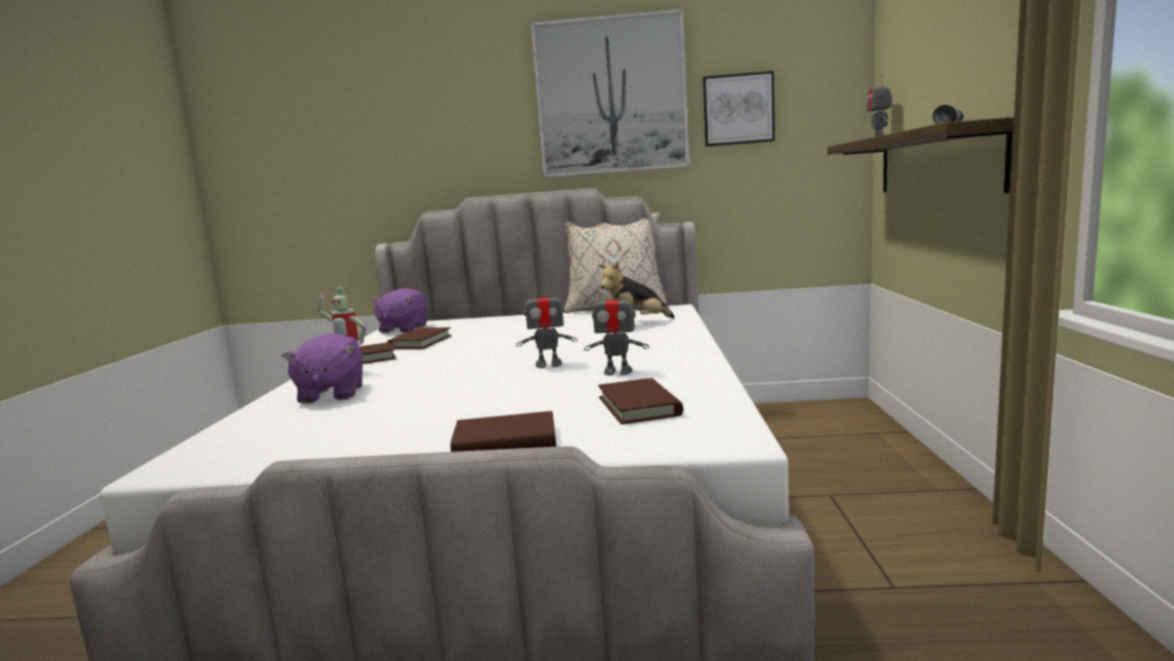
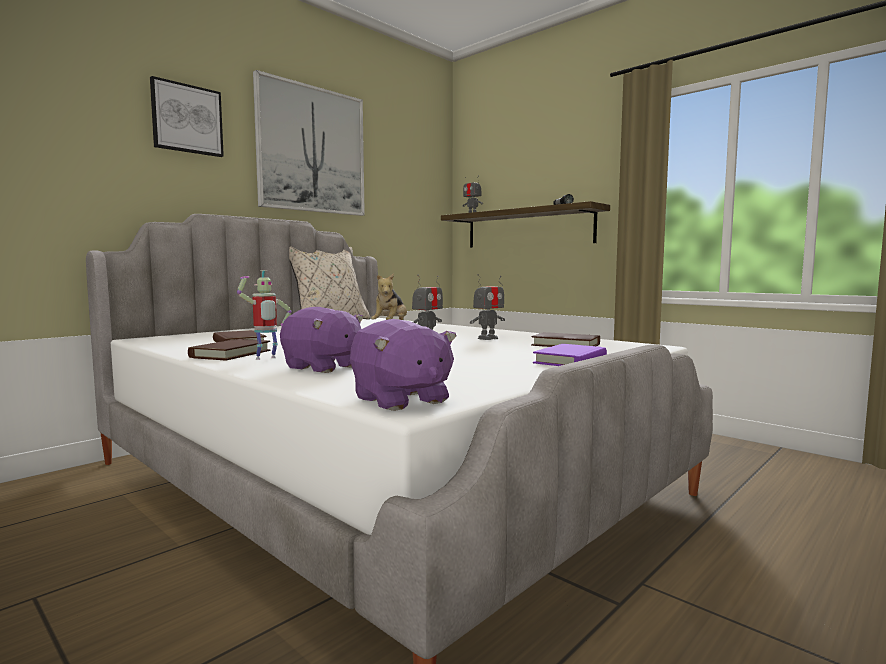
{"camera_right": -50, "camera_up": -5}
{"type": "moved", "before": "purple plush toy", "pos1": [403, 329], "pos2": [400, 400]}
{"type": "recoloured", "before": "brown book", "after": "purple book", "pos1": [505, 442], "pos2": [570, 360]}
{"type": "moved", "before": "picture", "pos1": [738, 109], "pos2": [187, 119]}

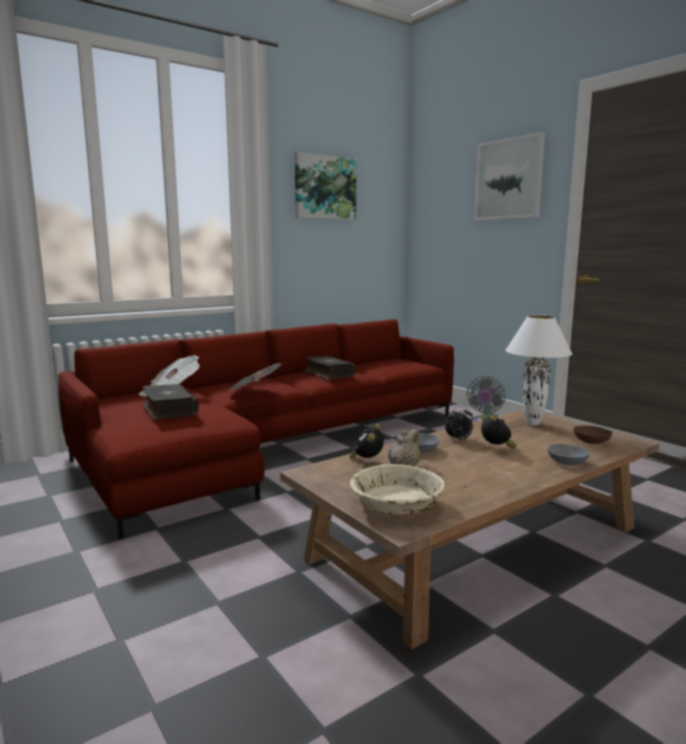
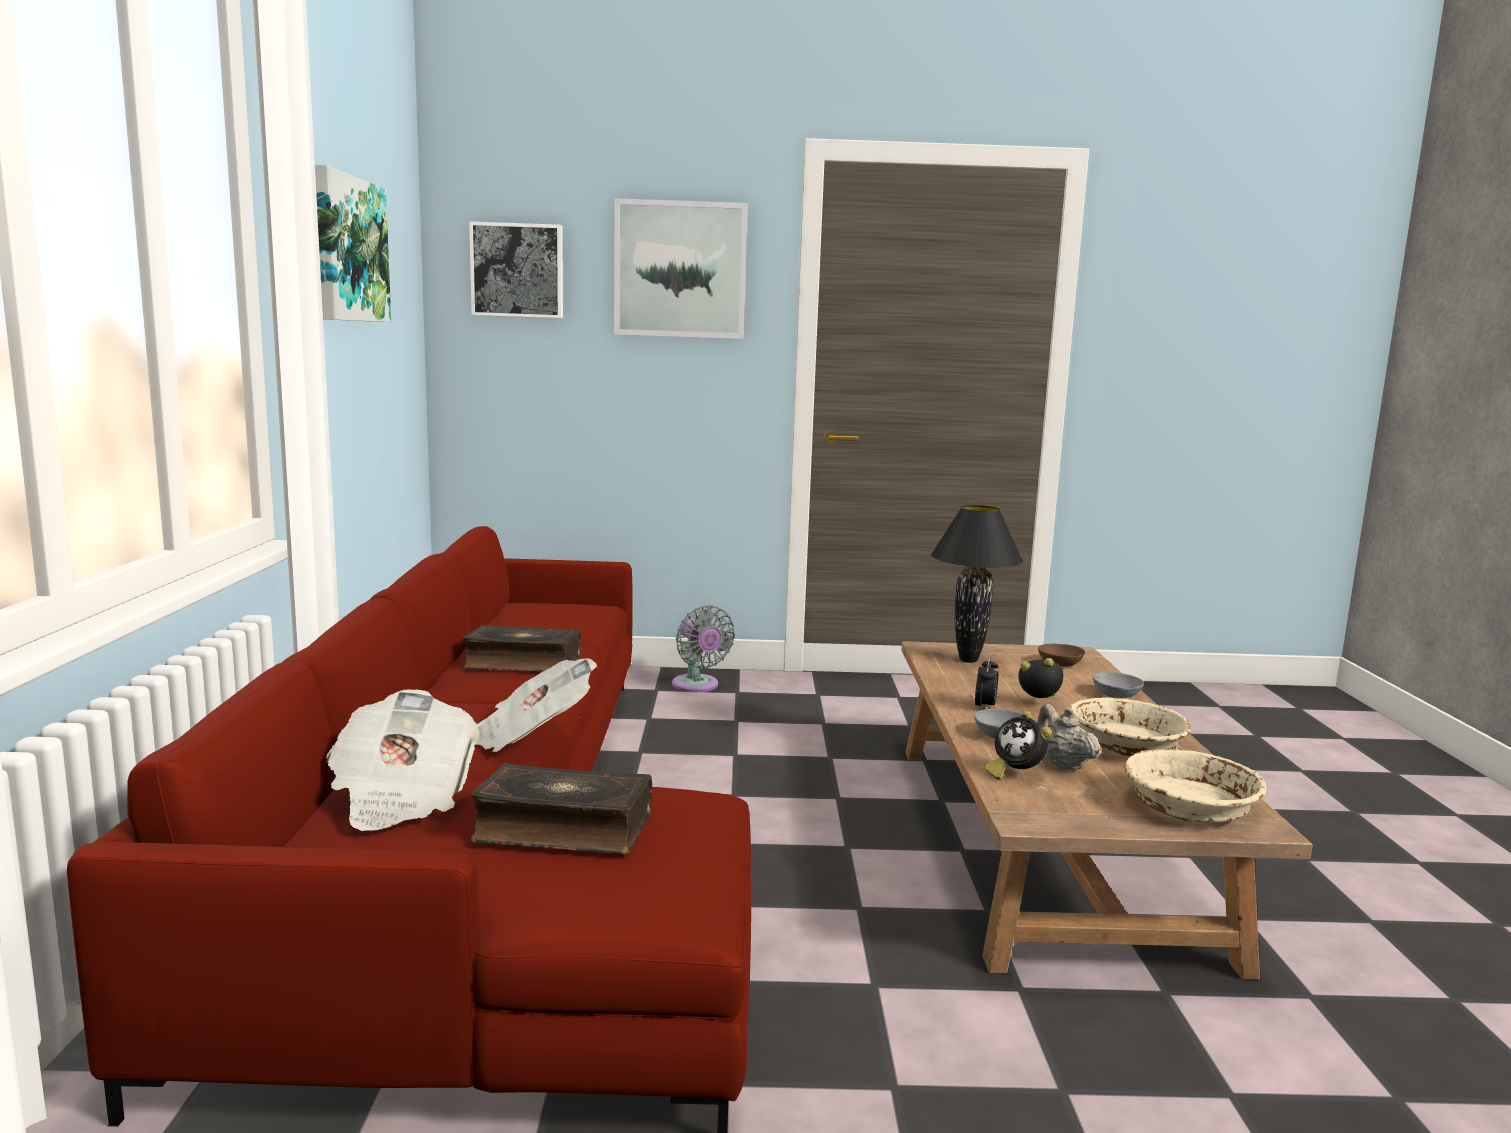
{"camera_right": -55, "camera_up": 0}
{"type": "recoloured", "before": "white table lamp", "after": "black table lamp", "pos1": [533, 423], "pos2": [968, 660]}
{"type": "added", "after": "picture", "pos2": [517, 270]}
{"type": "added", "after": "beige bowl", "pos2": [1127, 746]}

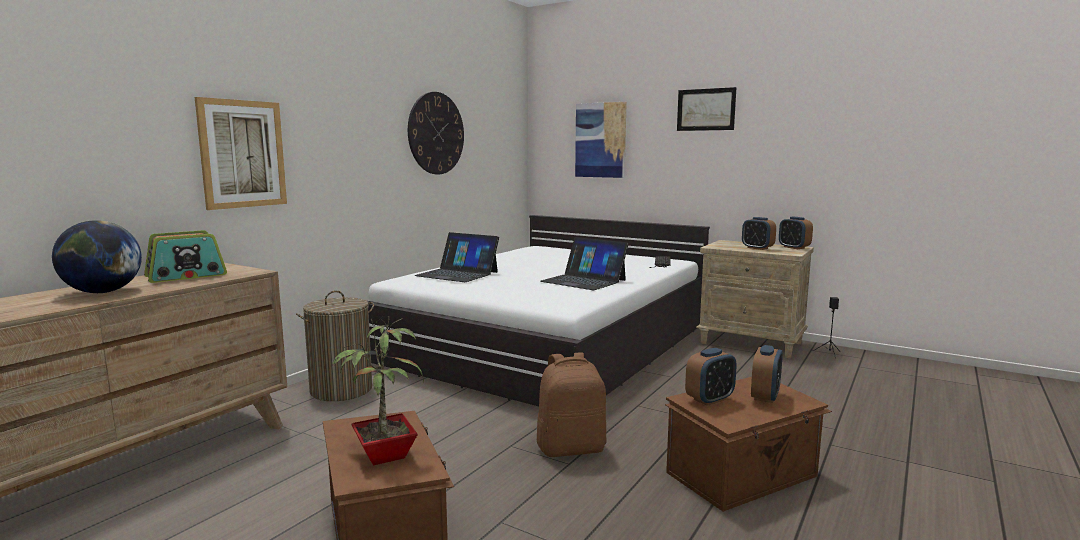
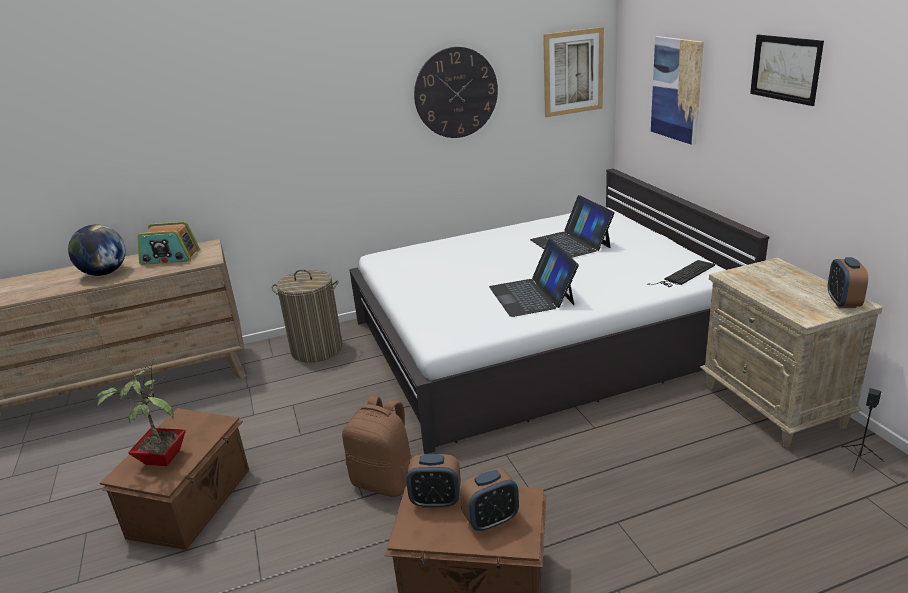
{"camera_right": 40, "camera_up": 15}
{"type": "moved", "before": "picture", "pos1": [243, 154], "pos2": [573, 72]}
{"type": "moved", "before": "laptop", "pos1": [457, 274], "pos2": [570, 243]}
{"type": "removed", "before": "alarm clock", "pos1": [757, 248]}

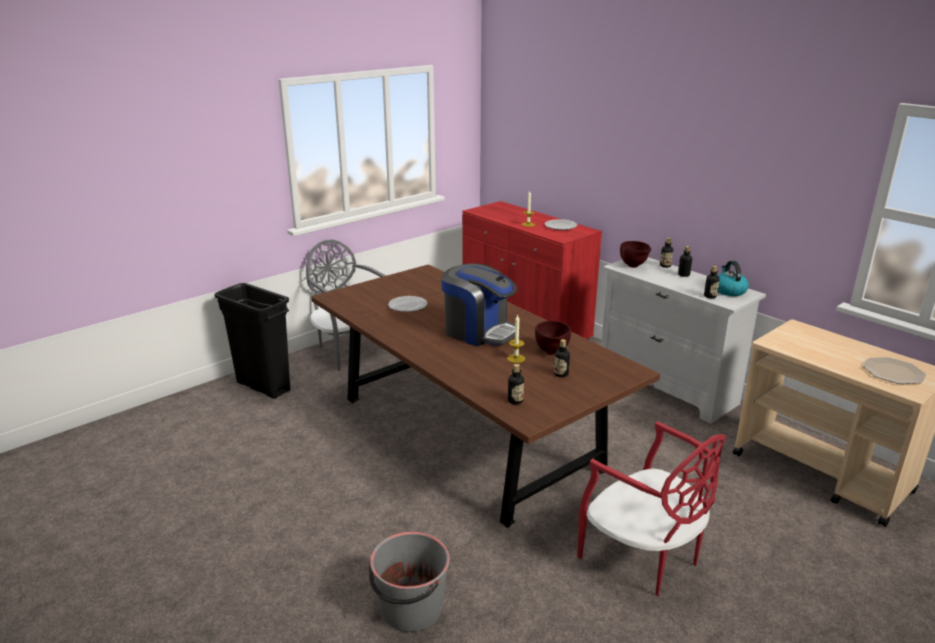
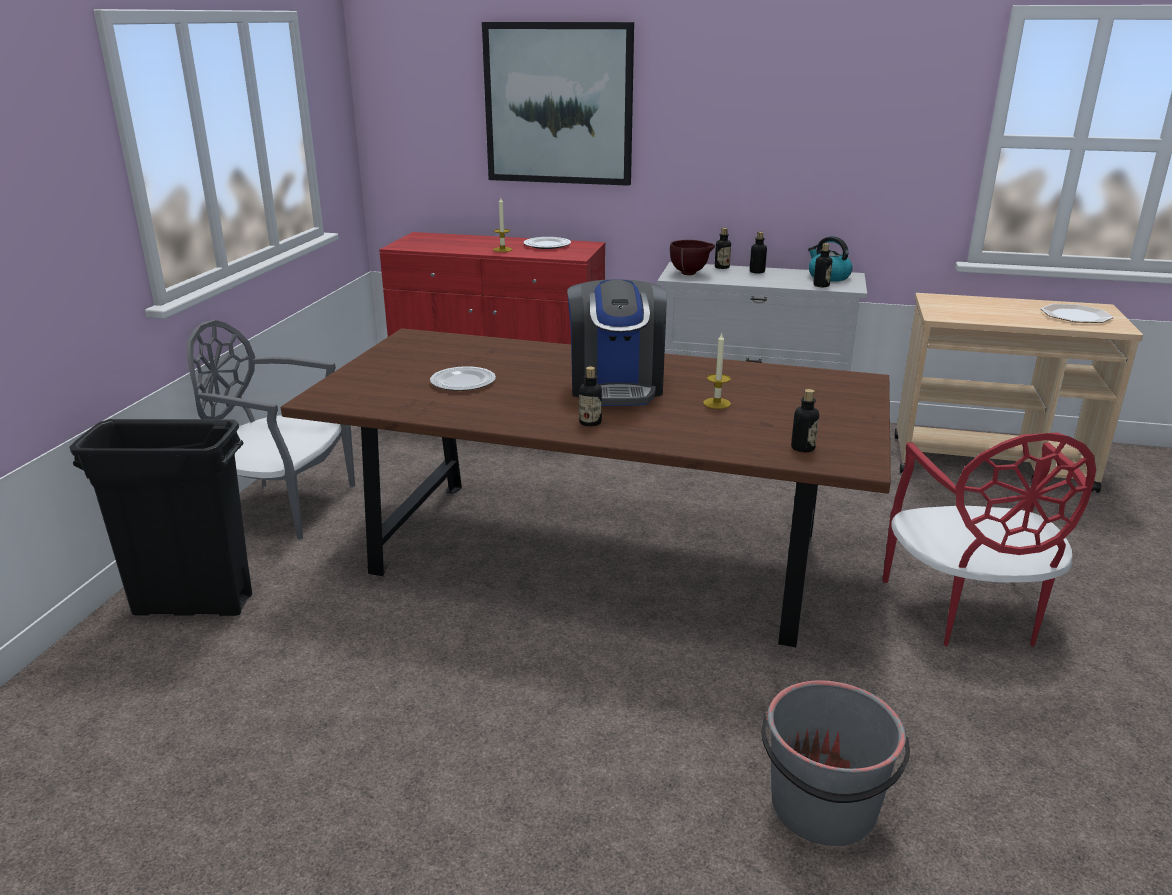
{"camera_right": -35, "camera_up": 0}
{"type": "turned", "before": "coffee machine", "pos1": [479, 331], "pos2": [616, 386], "turn": 90}
{"type": "removed", "before": "brown bowl", "pos1": [551, 353]}
{"type": "moved", "before": "bottle", "pos1": [561, 374], "pos2": [590, 422]}
{"type": "turned", "before": "red chair", "pos1": [643, 557], "pos2": [967, 612], "turn": 75}
{"type": "added", "after": "picture", "pos2": [558, 104]}

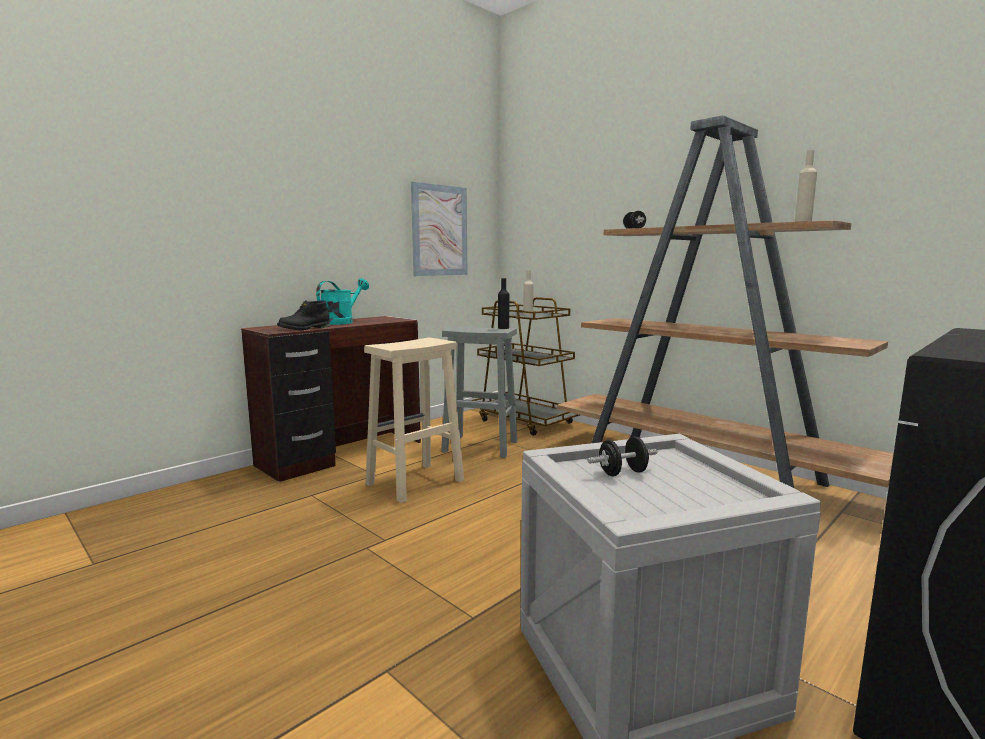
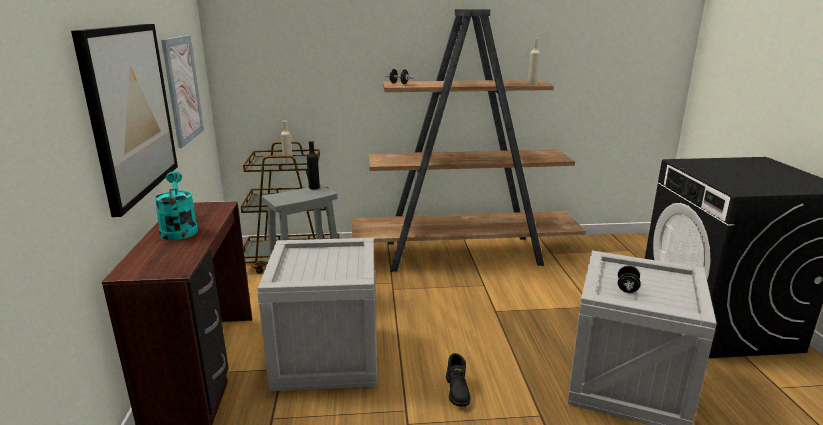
{"camera_right": -50, "camera_up": 10}
{"type": "moved", "before": "black boot", "pos1": [305, 328], "pos2": [458, 391]}
{"type": "replaced", "before": "beige stool", "after": "crate", "pos1": [414, 483], "pos2": [328, 357]}
{"type": "added", "after": "picture", "pos2": [130, 112]}

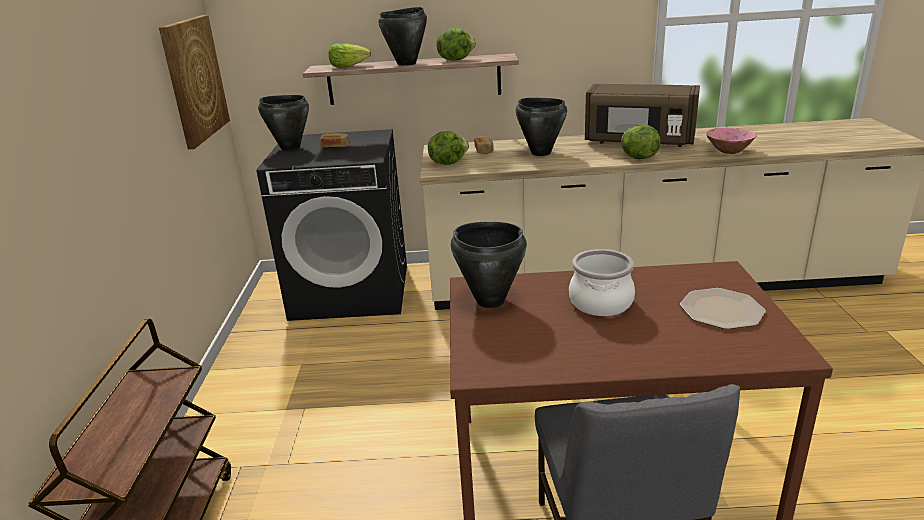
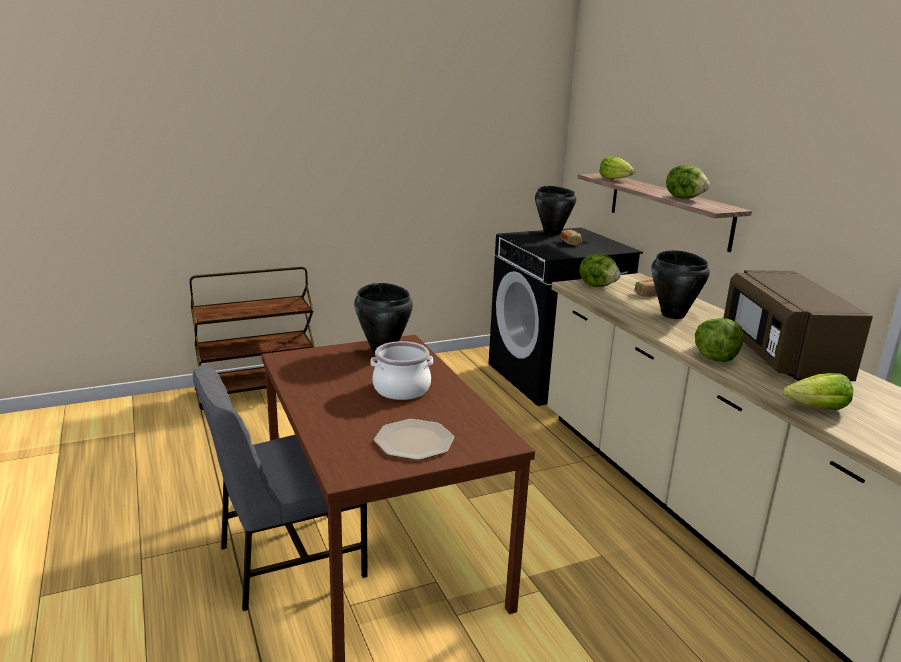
{"camera_right": 65, "camera_up": -5}
{"type": "removed", "before": "picture", "pos1": [194, 79]}
{"type": "removed", "before": "black cooking pot", "pos1": [407, 63]}
{"type": "replaced", "before": "pink bowl", "after": "lettuce", "pos1": [729, 151], "pos2": [817, 408]}

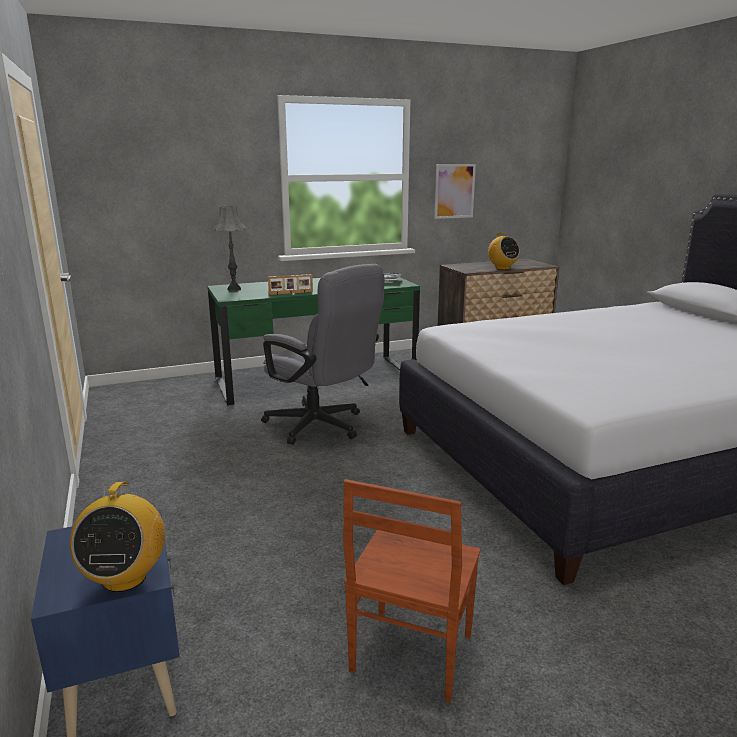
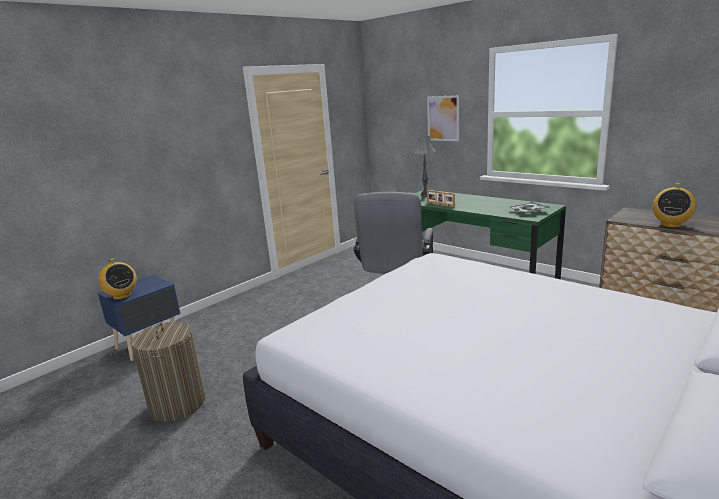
{"camera_right": 65, "camera_up": 0}
{"type": "turned", "before": "radio", "pos1": [124, 578], "pos2": [122, 296], "turn": -105}
{"type": "replaced", "before": "brown chair", "after": "laundry basket", "pos1": [409, 654], "pos2": [177, 404]}
{"type": "moved", "before": "picture", "pos1": [454, 191], "pos2": [443, 118]}

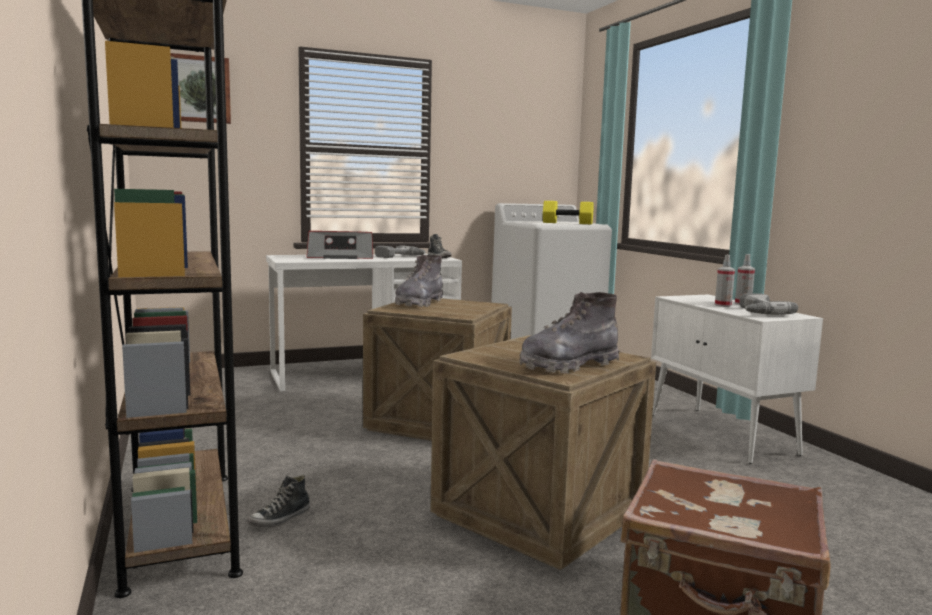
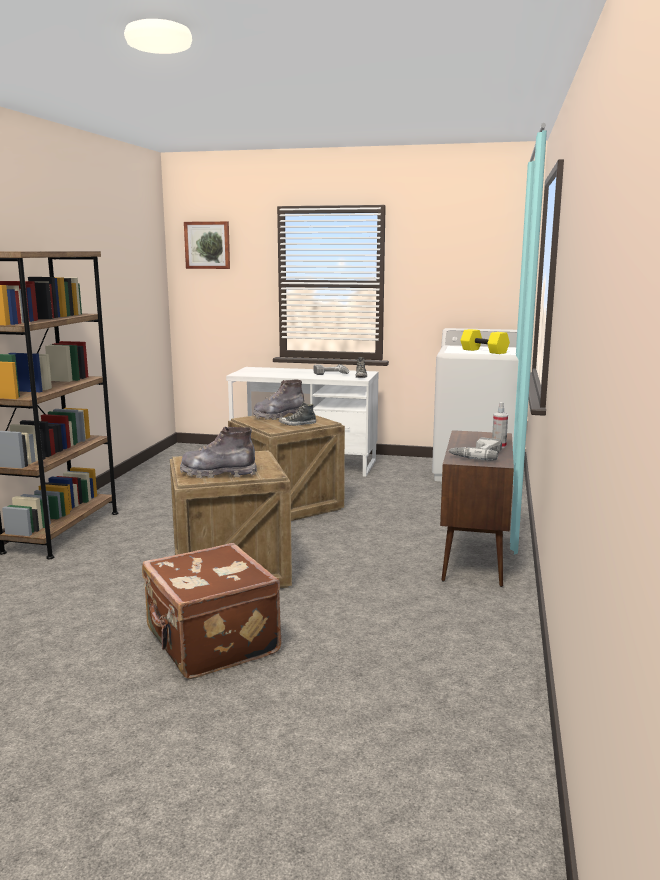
{"camera_right": 35, "camera_up": 5}
{"type": "moved", "before": "shoe", "pos1": [280, 519], "pos2": [297, 424]}
{"type": "removed", "before": "radio", "pos1": [341, 257]}
{"type": "recoloured", "before": "white cabinet", "after": "brown cabinet", "pos1": [722, 434], "pos2": [474, 558]}
{"type": "removed", "before": "spray bottle", "pos1": [723, 305]}

